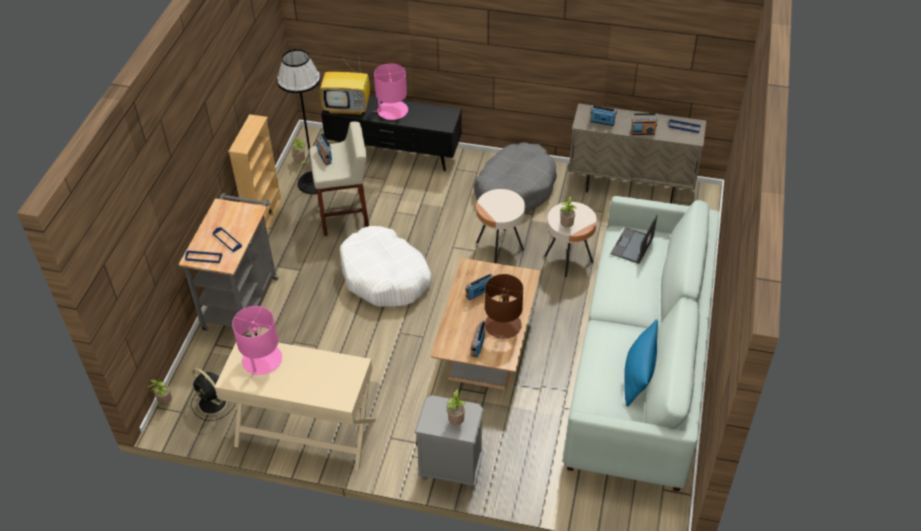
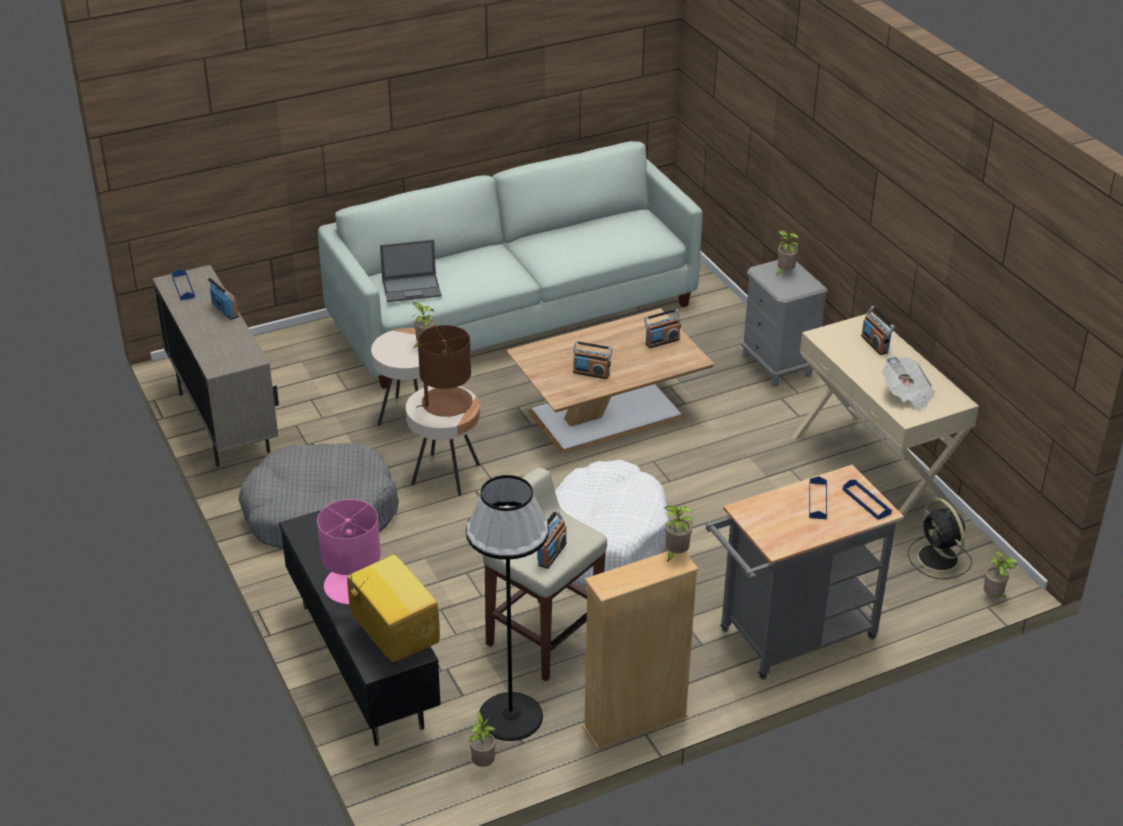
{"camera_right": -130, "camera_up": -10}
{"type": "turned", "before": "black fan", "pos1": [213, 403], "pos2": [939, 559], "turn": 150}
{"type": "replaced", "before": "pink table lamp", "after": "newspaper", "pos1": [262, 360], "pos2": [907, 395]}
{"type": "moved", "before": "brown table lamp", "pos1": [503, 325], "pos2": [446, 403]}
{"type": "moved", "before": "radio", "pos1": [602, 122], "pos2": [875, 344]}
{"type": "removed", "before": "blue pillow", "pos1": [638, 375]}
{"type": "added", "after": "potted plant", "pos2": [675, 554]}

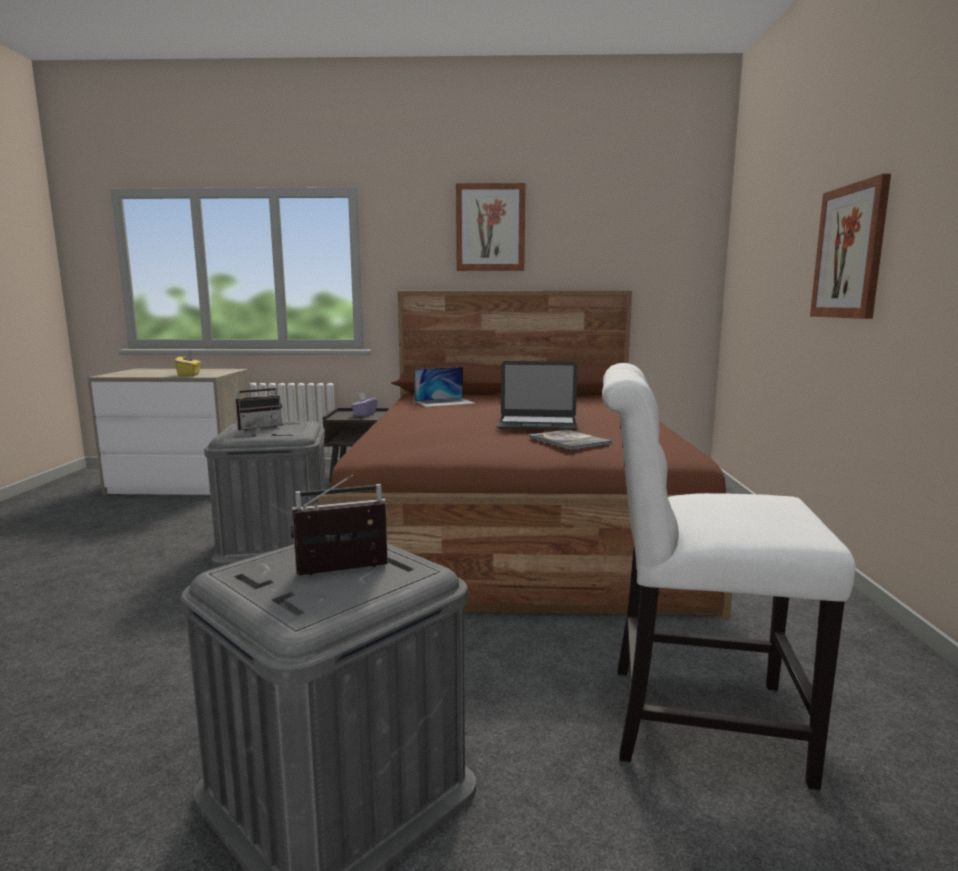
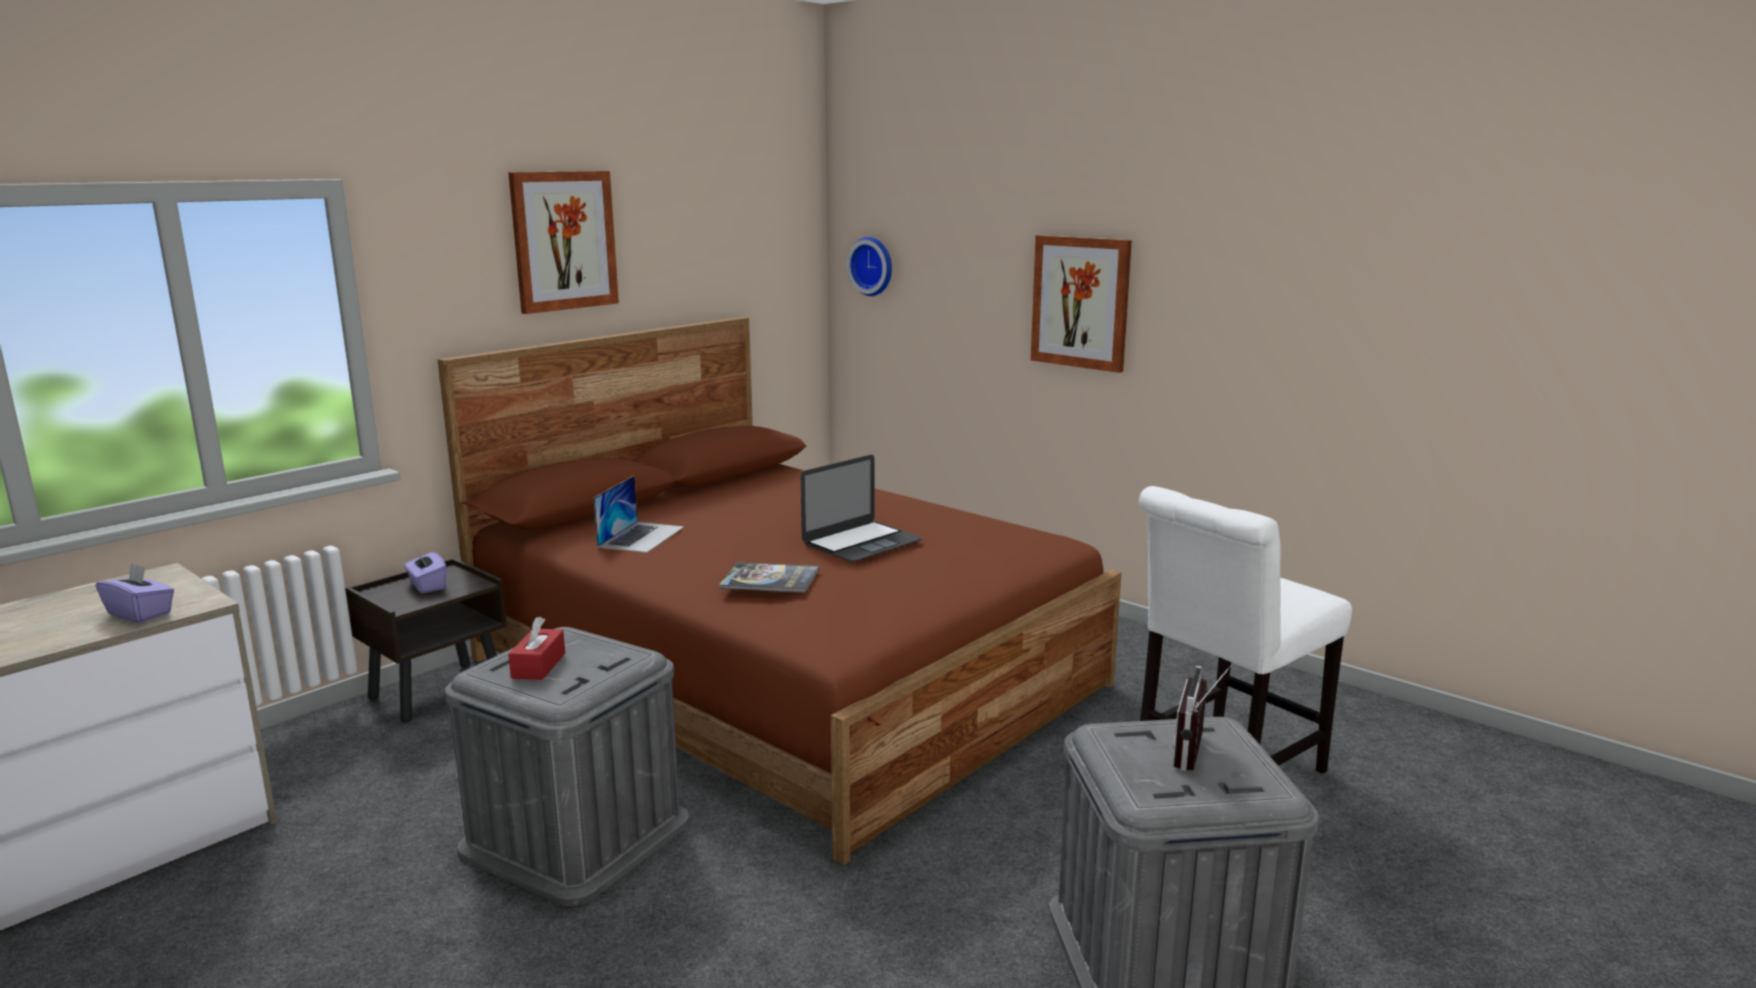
{"camera_right": -50, "camera_up": 5}
{"type": "recoloured", "before": "yellow tissue box", "after": "purple tissue box", "pos1": [189, 375], "pos2": [141, 614]}
{"type": "replaced", "before": "radio", "after": "red tissue box", "pos1": [259, 427], "pos2": [538, 665]}
{"type": "moved", "before": "book", "pos1": [569, 441], "pos2": [770, 579]}
{"type": "added", "after": "wall clock", "pos2": [873, 266]}

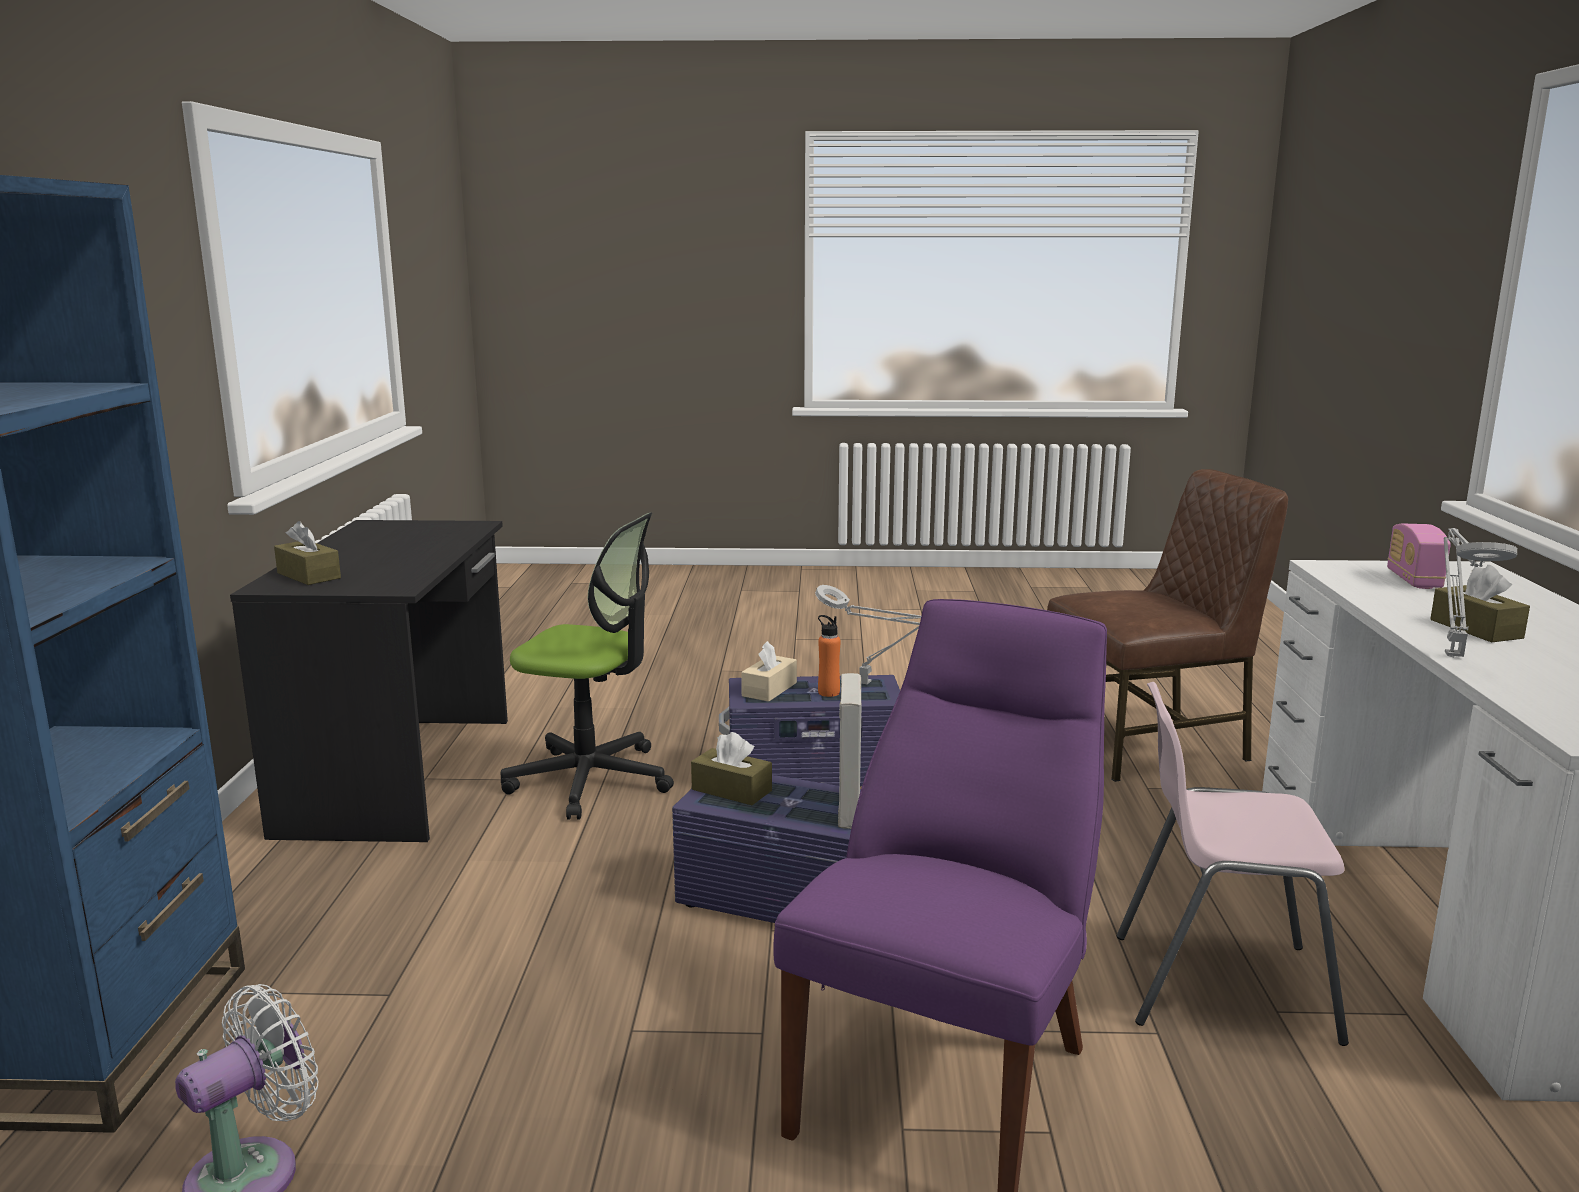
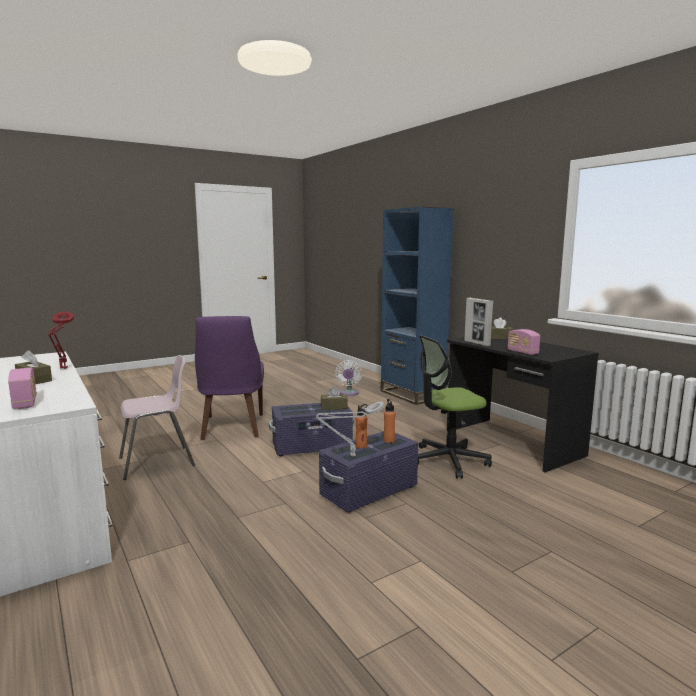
{"camera_right": 145, "camera_up": -5}
{"type": "replaced", "before": "beige tissue box", "after": "orange bottle", "pos1": [769, 689], "pos2": [389, 440]}
{"type": "moved", "before": "picture frame", "pos1": [848, 809], "pos2": [477, 343]}
{"type": "removed", "before": "brown chair", "pos1": [1150, 743]}
{"type": "recoloured", "before": "grey table lamp", "after": "red table lamp", "pos1": [1452, 654], "pos2": [63, 369]}
{"type": "added", "after": "radio", "pos2": [522, 352]}

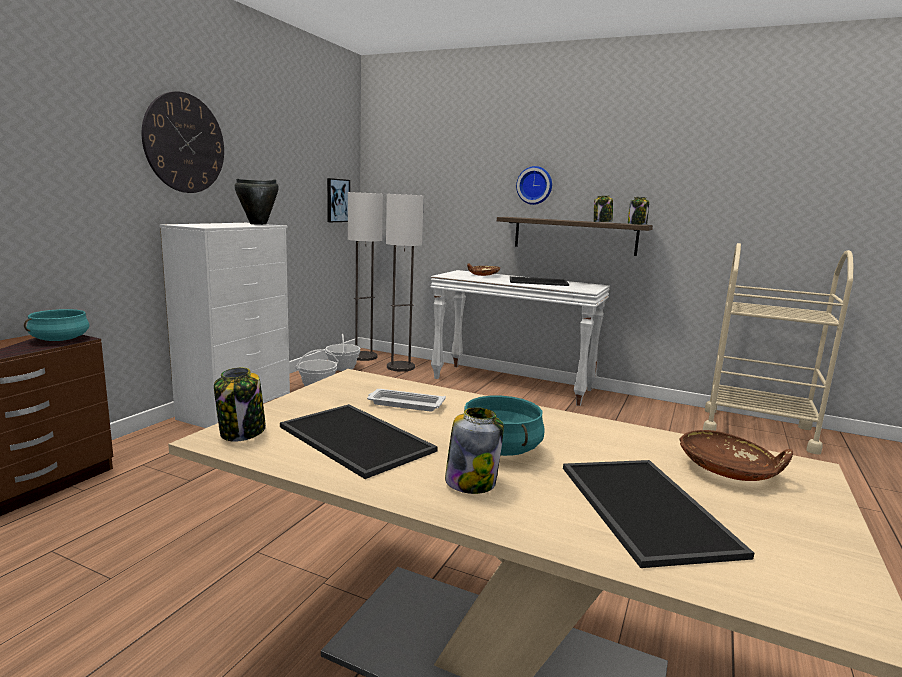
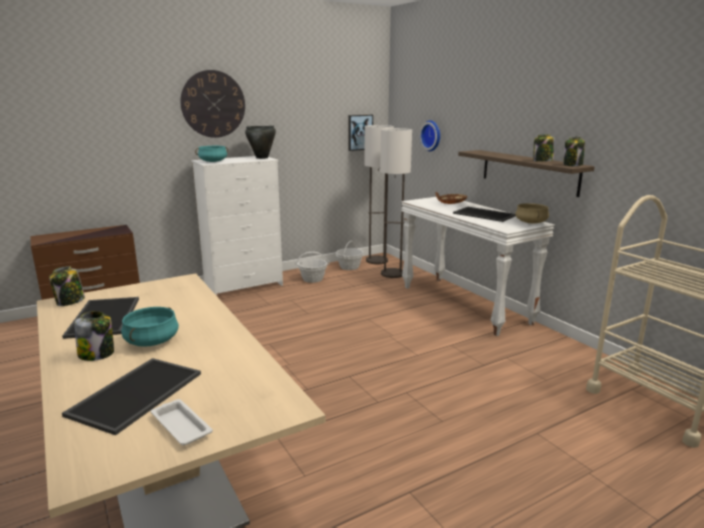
{"camera_right": 35, "camera_up": 5}
{"type": "moved", "before": "turquoise cooking pot", "pos1": [60, 339], "pos2": [213, 161]}
{"type": "moved", "before": "white tray", "pos1": [404, 404], "pos2": [180, 425]}
{"type": "moved", "before": "wall clock", "pos1": [535, 185], "pos2": [432, 135]}
{"type": "removed", "before": "brown bowl", "pos1": [728, 470]}
{"type": "added", "after": "beige cooking pot", "pos2": [530, 222]}

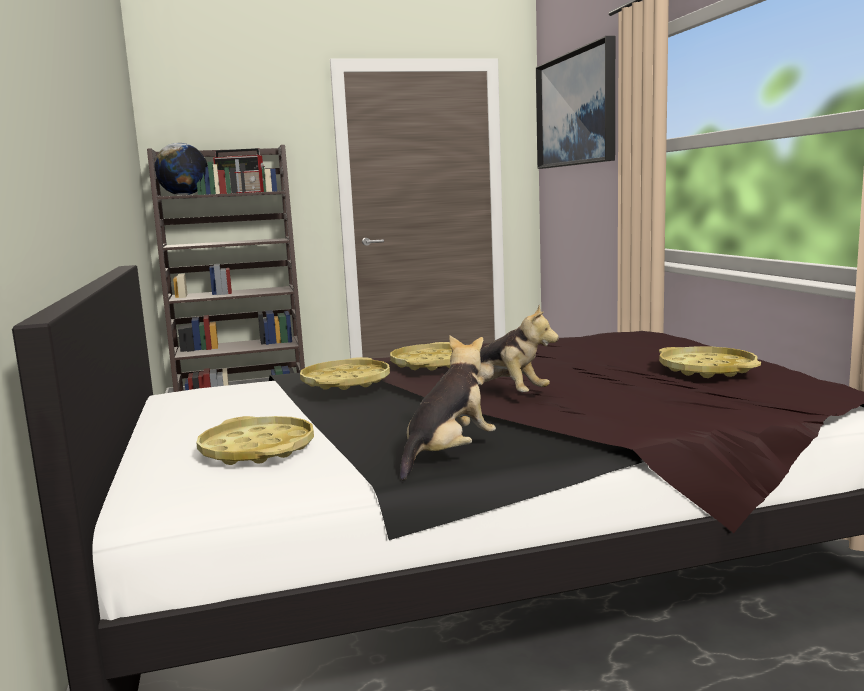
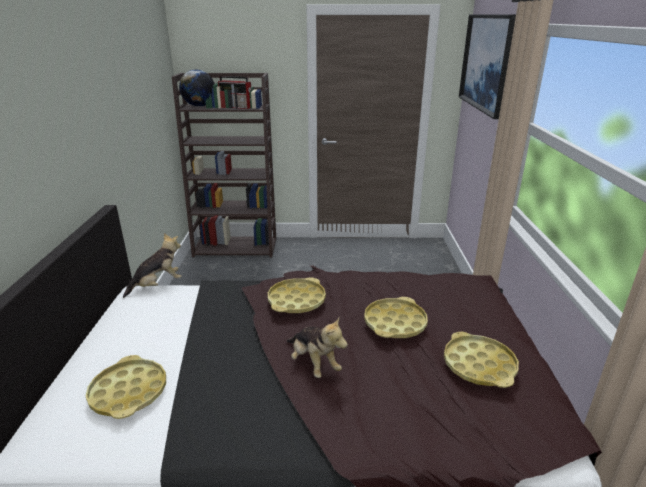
{"camera_right": 15, "camera_up": 15}
{"type": "moved", "before": "yellow tray", "pos1": [345, 382], "pos2": [395, 323]}
{"type": "moved", "before": "plush toy", "pos1": [448, 454], "pos2": [158, 285]}

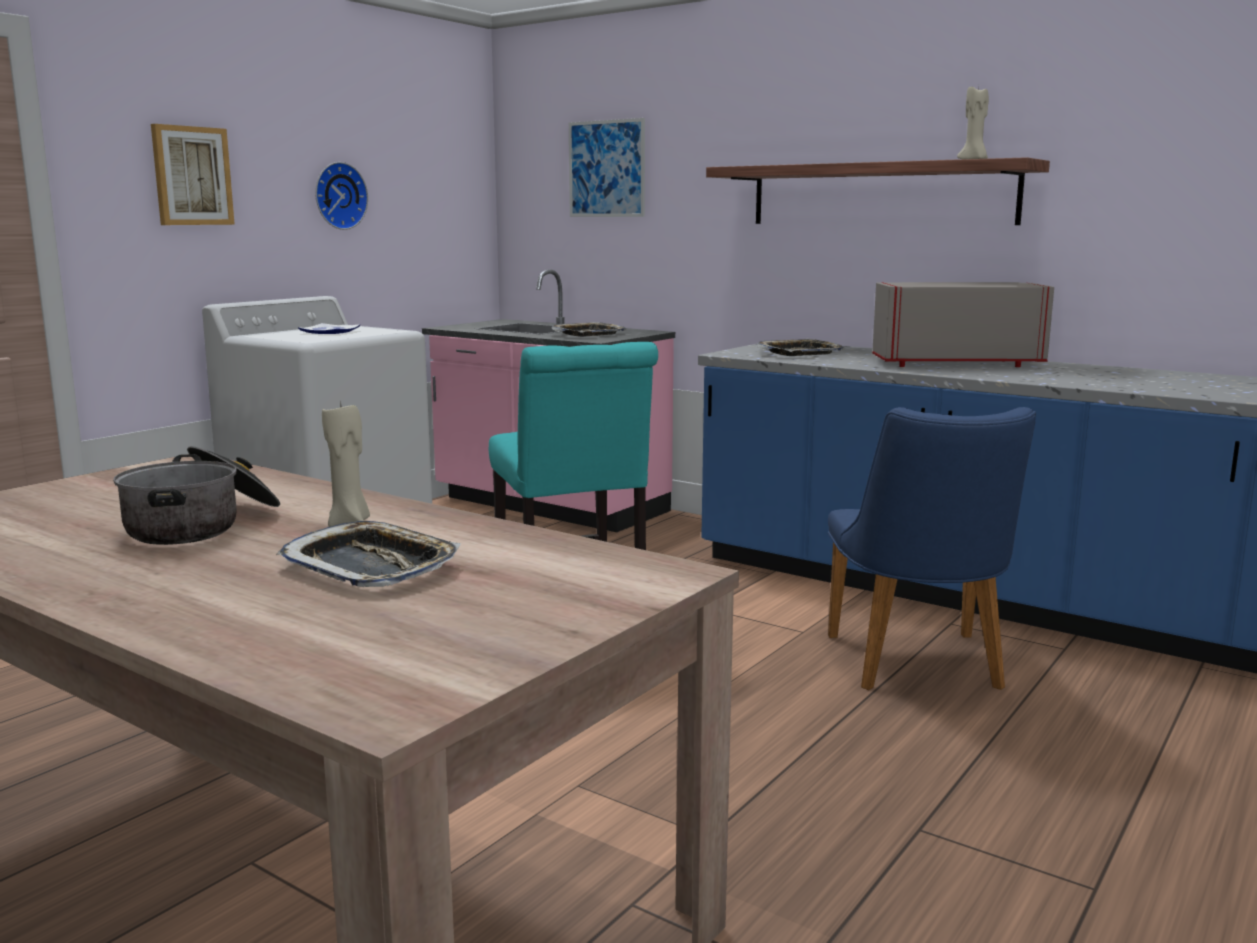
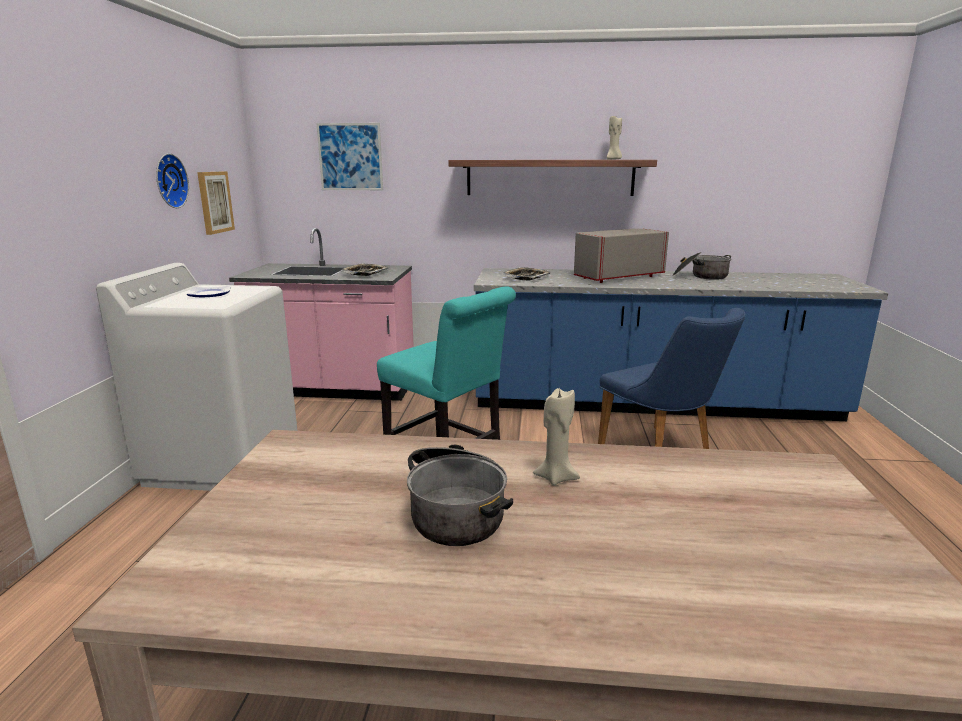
{"camera_right": -30, "camera_up": 5}
{"type": "moved", "before": "picture", "pos1": [192, 176], "pos2": [214, 202]}
{"type": "removed", "before": "tray", "pos1": [371, 567]}
{"type": "added", "after": "cooking pot", "pos2": [700, 276]}

